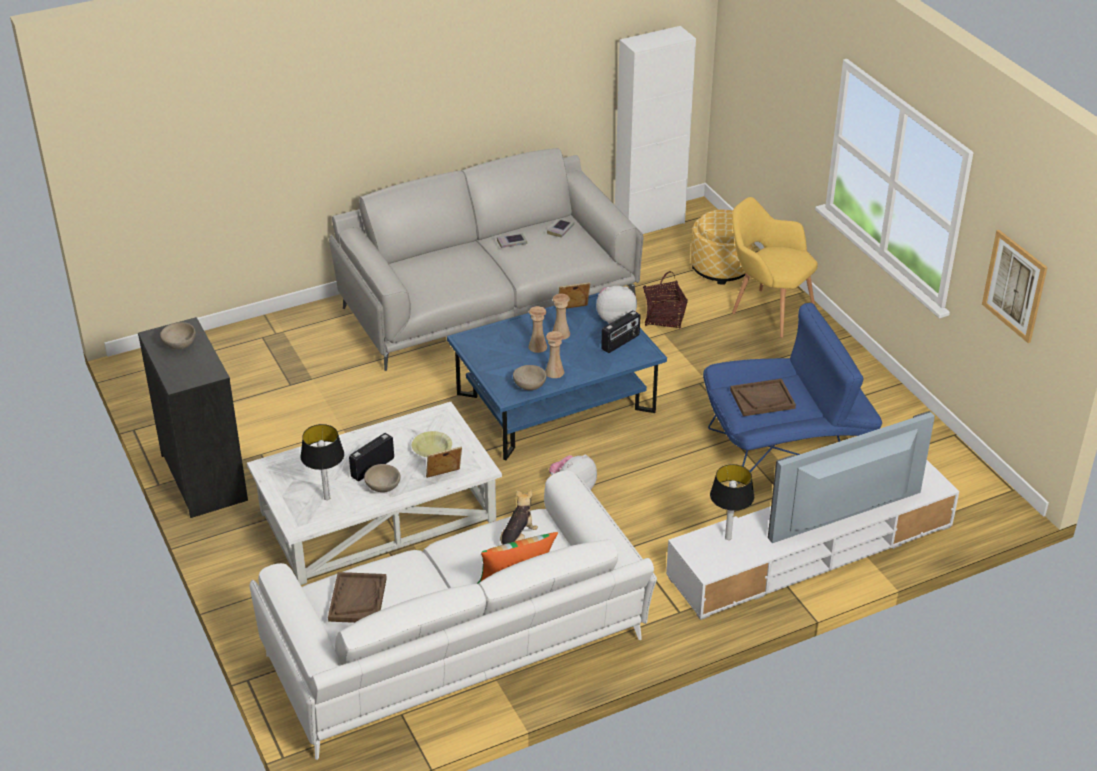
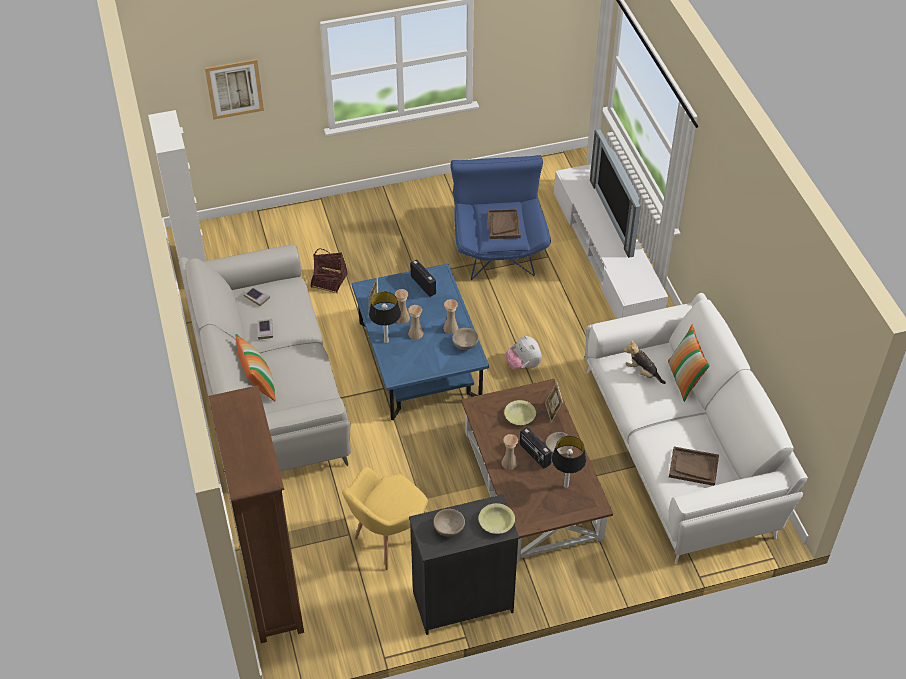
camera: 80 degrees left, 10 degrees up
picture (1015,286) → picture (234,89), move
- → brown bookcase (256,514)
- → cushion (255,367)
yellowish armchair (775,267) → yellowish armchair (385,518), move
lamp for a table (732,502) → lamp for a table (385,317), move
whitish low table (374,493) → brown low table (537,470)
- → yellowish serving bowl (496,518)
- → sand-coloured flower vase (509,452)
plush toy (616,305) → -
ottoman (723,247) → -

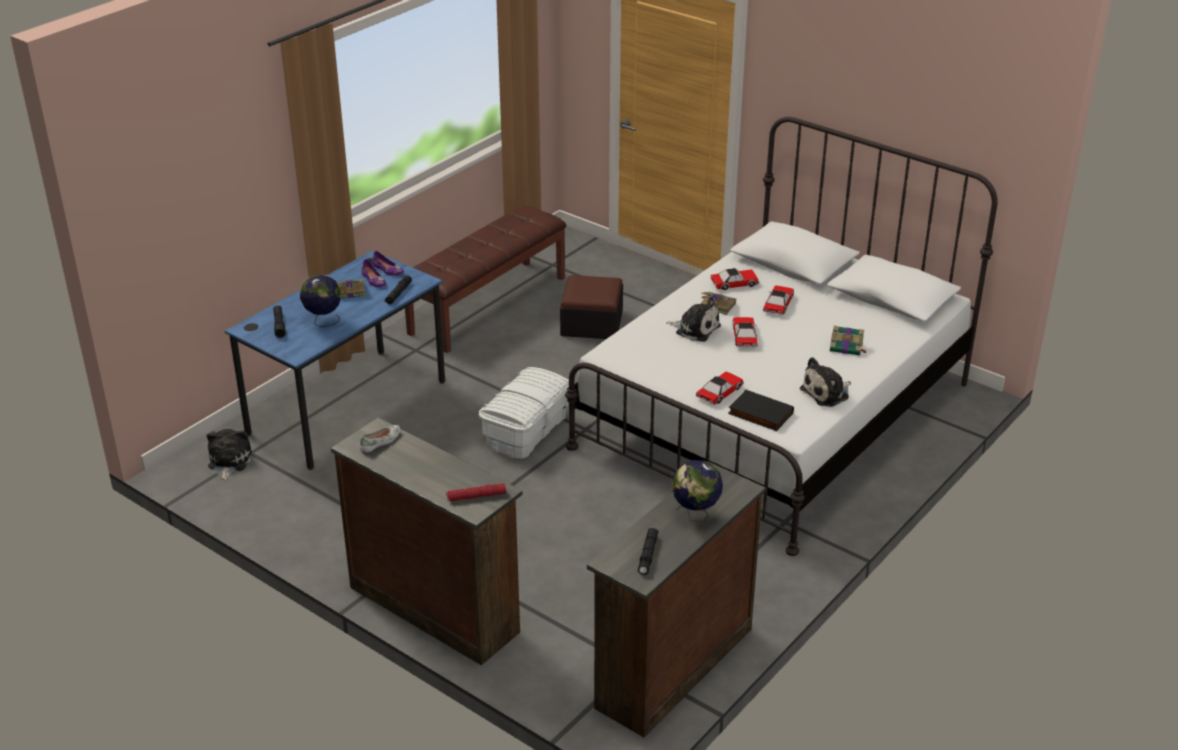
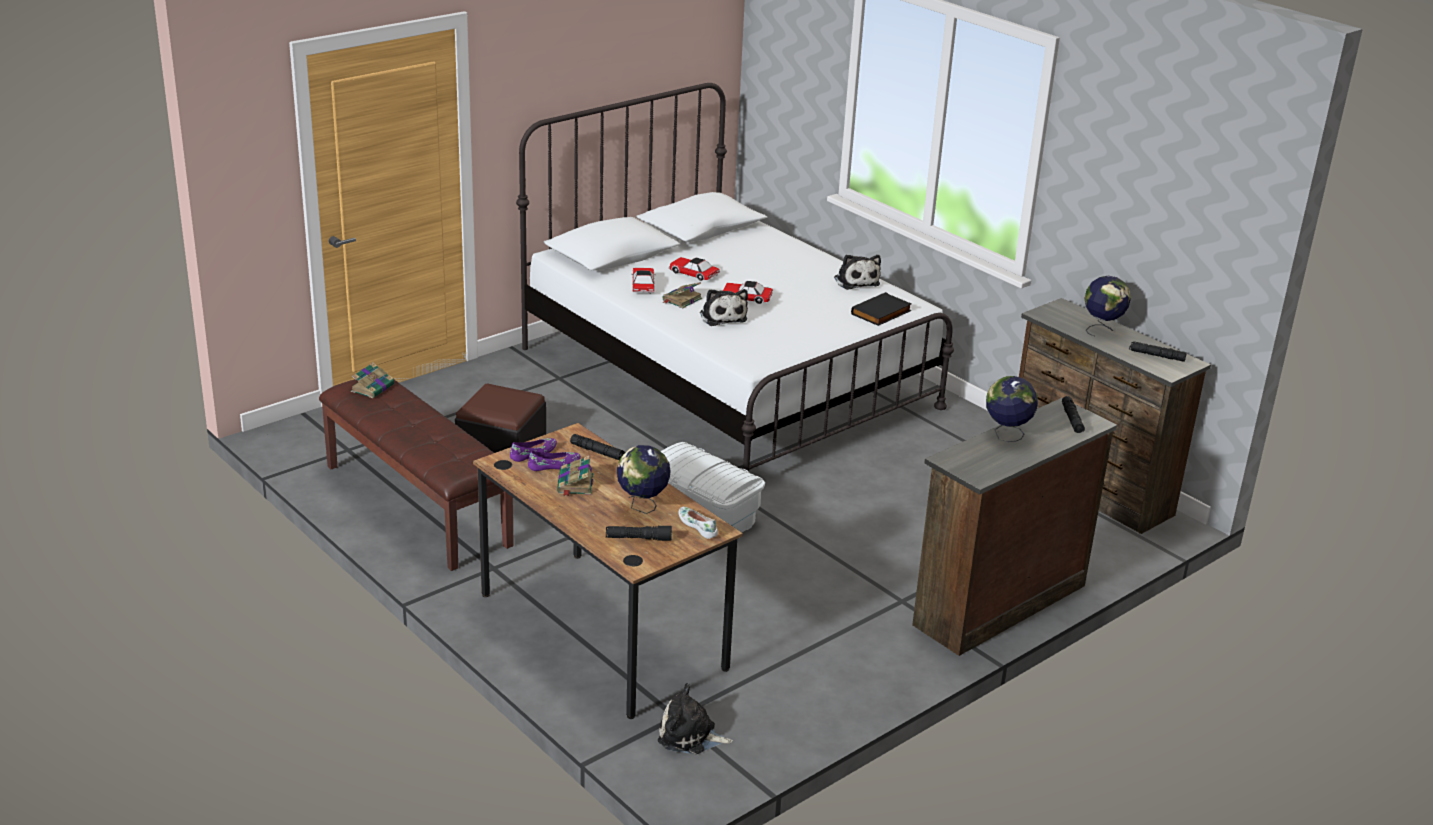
camera: 80 degrees left, 5 degrees down
book (848,341) → book (372,380), move
blue desk (335,360) → brown desk (608,571)
whitish item of footwear (379,438) → whitish item of footwear (698,523), move
plush toy (693,319) → plush toy (724,307), 120 degrees clockwise
- → world globe (1012,409)
red torch (476,492) → blackish torch (1073,414)
miniature car (720,388) → -

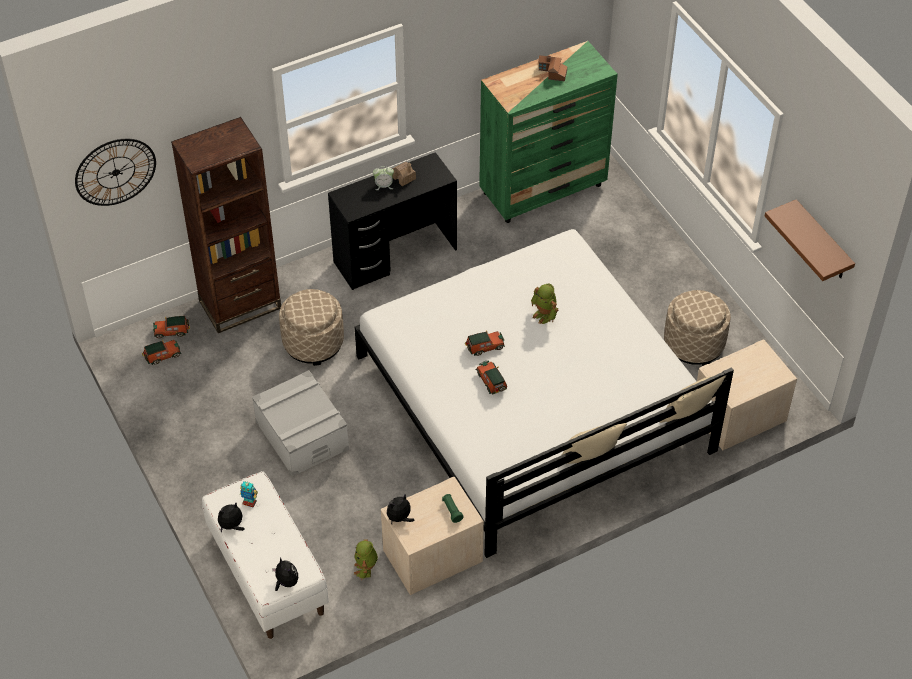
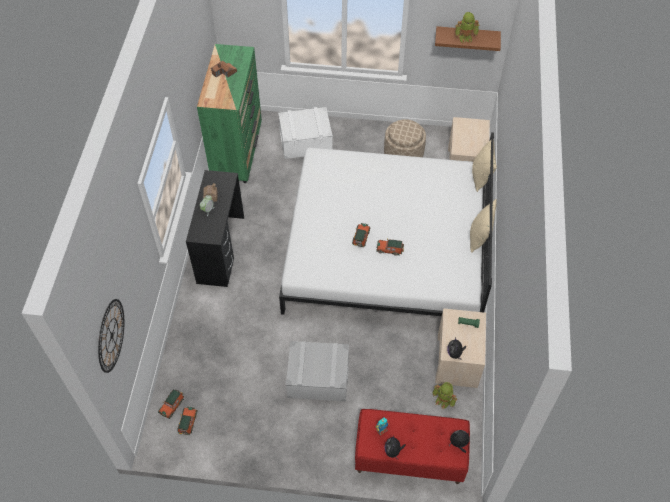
camera: 55 degrees left, 5 degrees up
- → whitish storage box (305,133)
whitish long seat (265,555) → red long seat (412,446)
model robot (544,304) → model robot (467,28), move
brown bookcase (226,225) → -
sand-coloured ottoman (311,327) → -

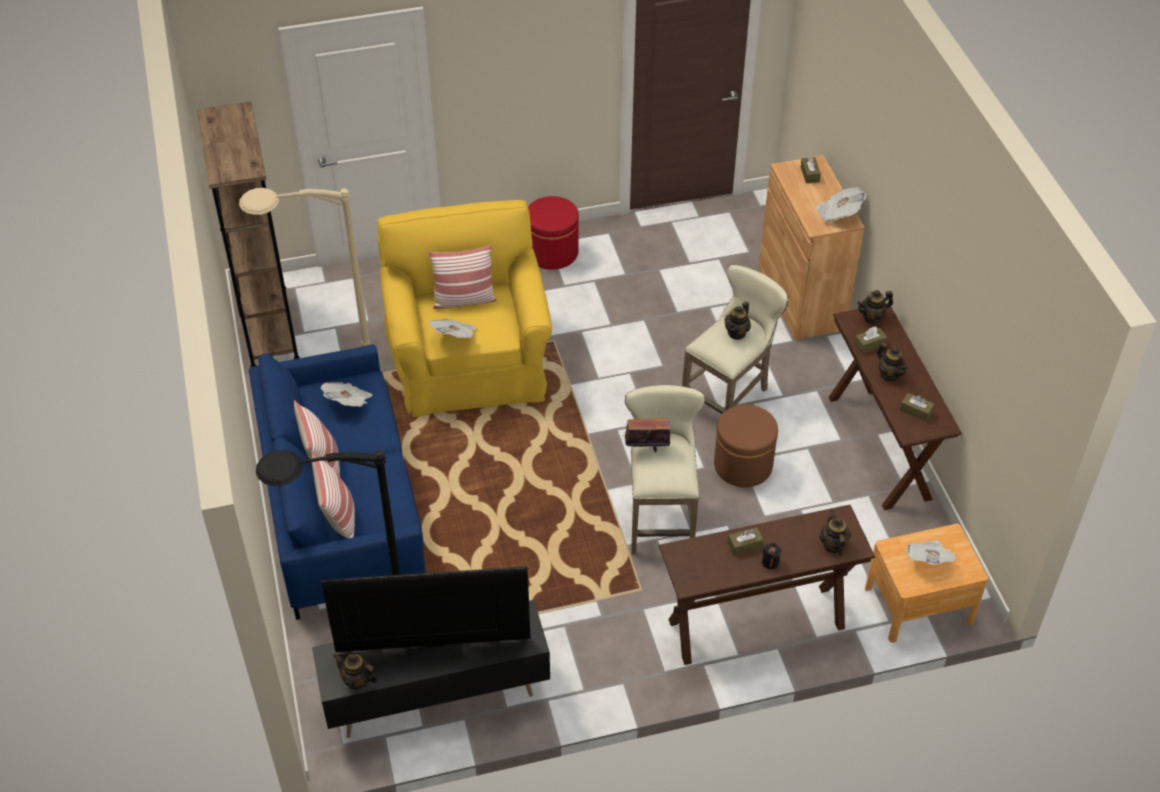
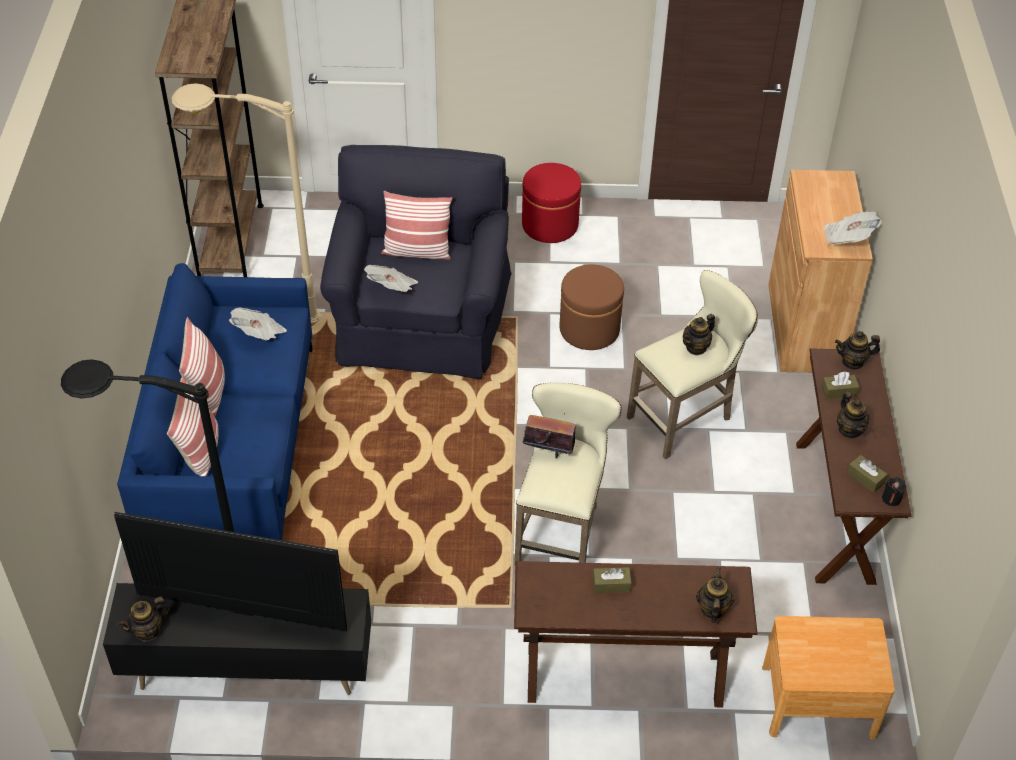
camera: 15 degrees right, 0 degrees up
pot for tea (355,672) → pot for tea (143,619), 75 degrees counterclockwise
yellowish armchair (464,308) → blackish armchair (416,262)
brown ottoman (746,446) → brown ottoman (591,307), move
blackish wax light (772,556) → blackish wax light (894,491), move
brown tissue holder (811,169) → -
newspaper (931,552) → -

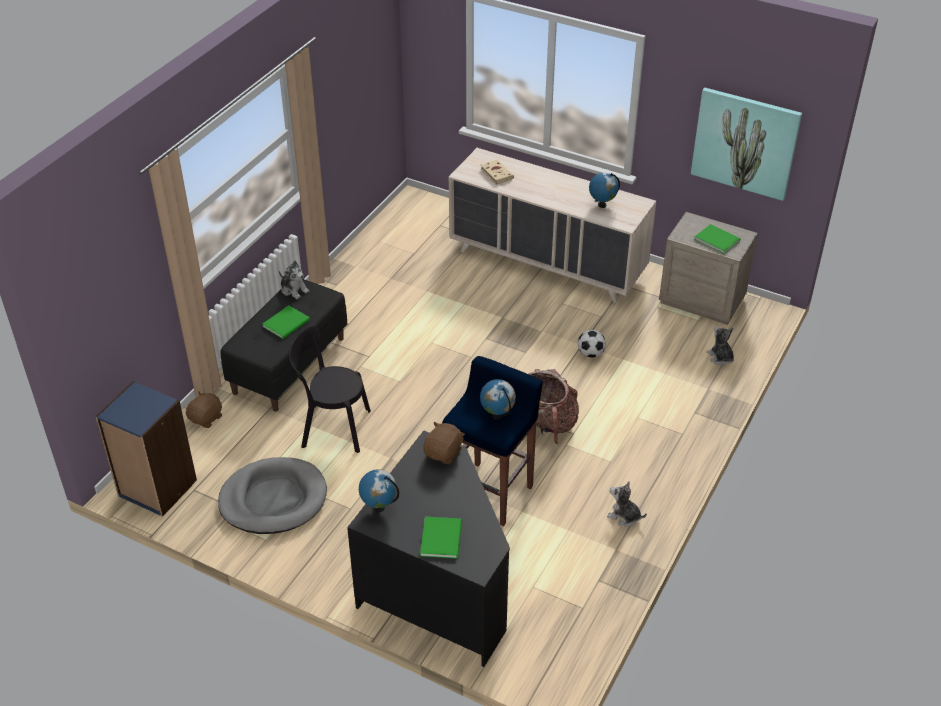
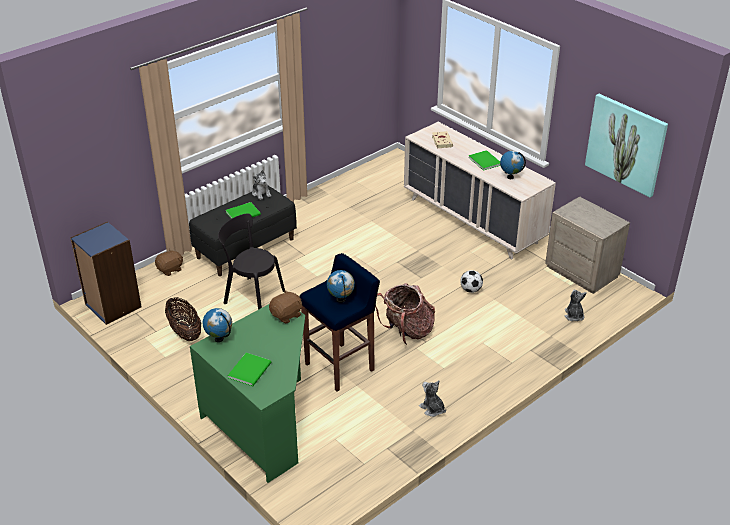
camera: 20 degrees right, 5 degrees down
grey dog bed (272,495) → household basket (183,319)
blackish desk (428,548) → green-coloured desk (247,393)
green-coloured book (717,239) → green-coloured book (485,160), move

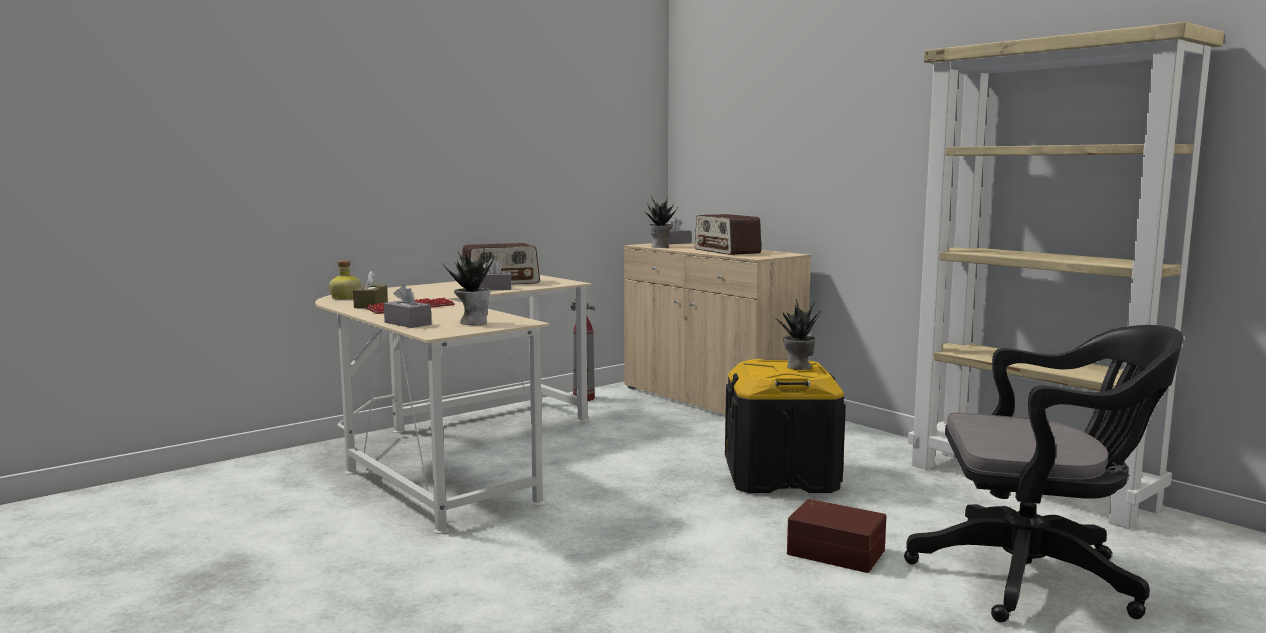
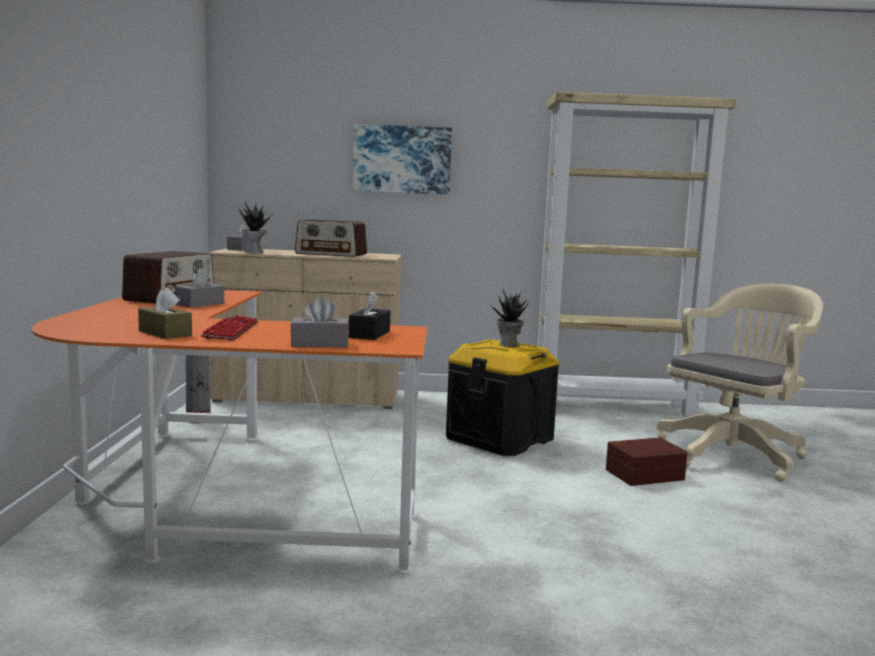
camera: 50 degrees left, 0 degrees up
sand-coloured desk (453,404) → orange-coloured desk (229,432)
houseplant (468,286) → blackish tissue holder (369,315)
- → picture (402,159)
blackish desk chair (1044,473) → sand-coloured desk chair (740,383)
beverage bottle (345,279) → -

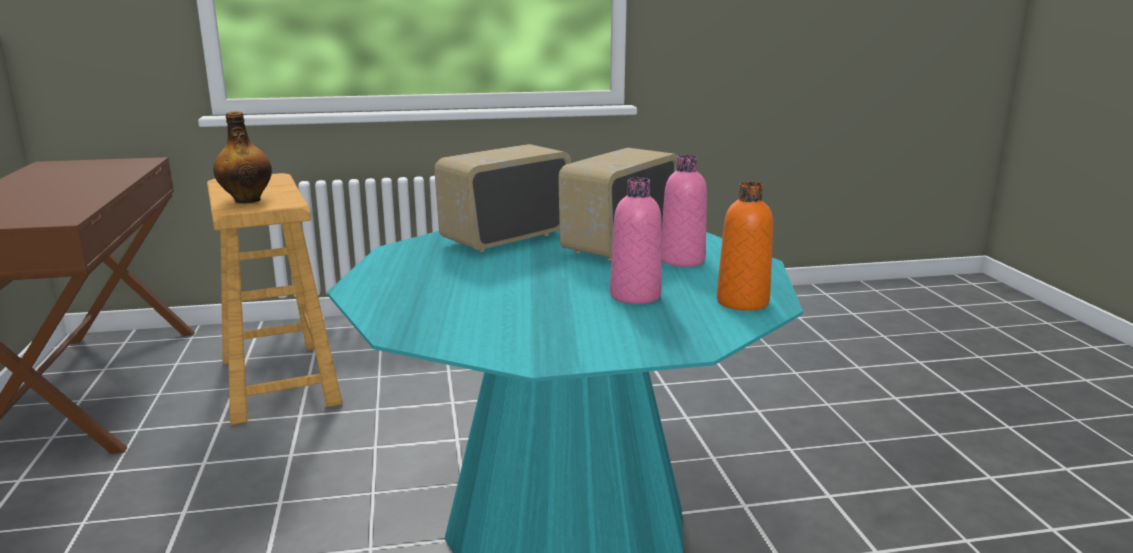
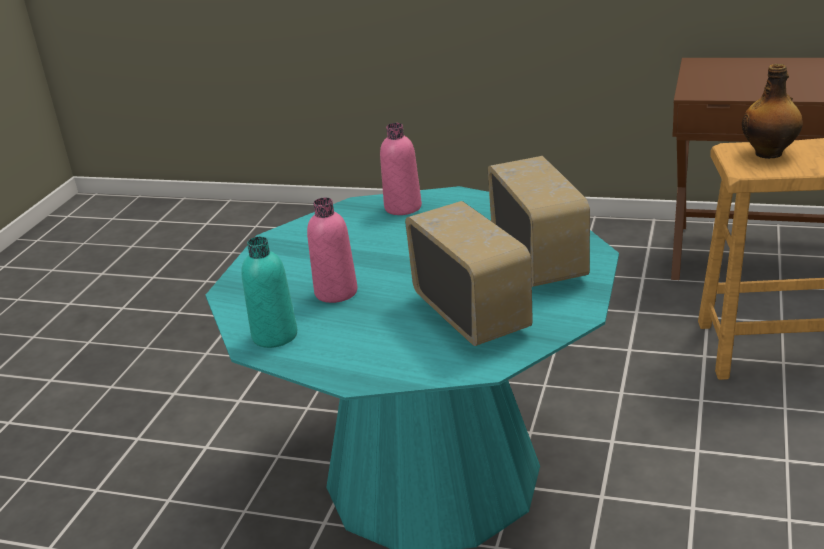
camera: 120 degrees right, 10 degrees up
orange-coloured beverage bottle (745,246) → blue-green beverage bottle (269,292)
pinkish beverage bottle (684,211) → pinkish beverage bottle (401,169), move

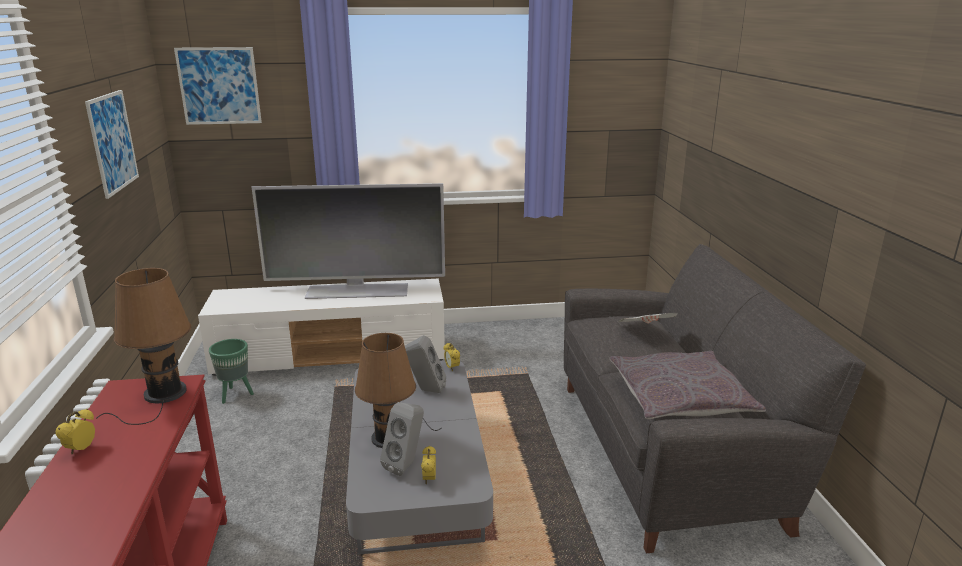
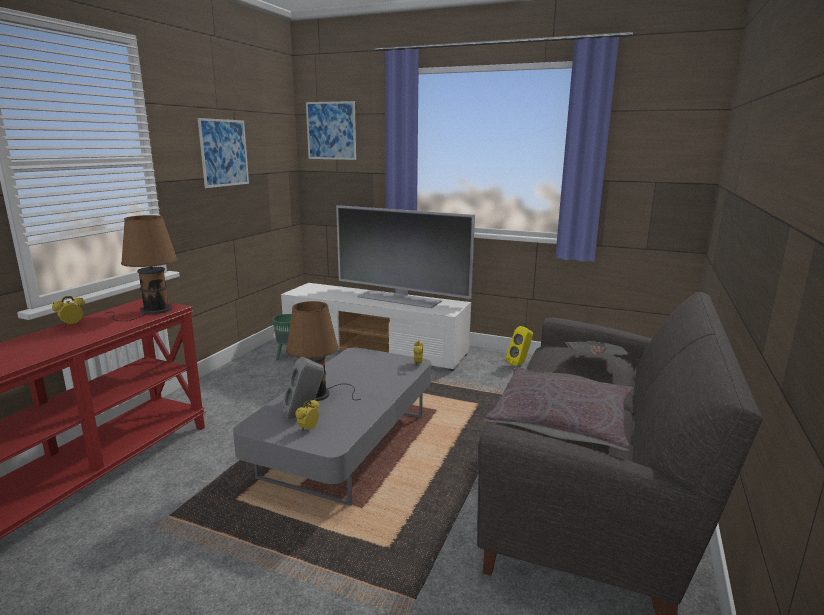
camera: 30 degrees right, 5 degrees down
- → yellowish speaker (519,346)
grey speaker (425,364) → -

